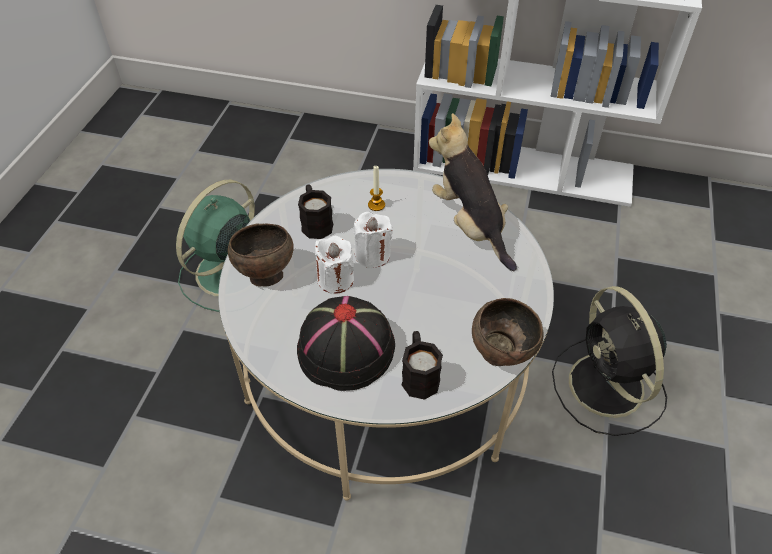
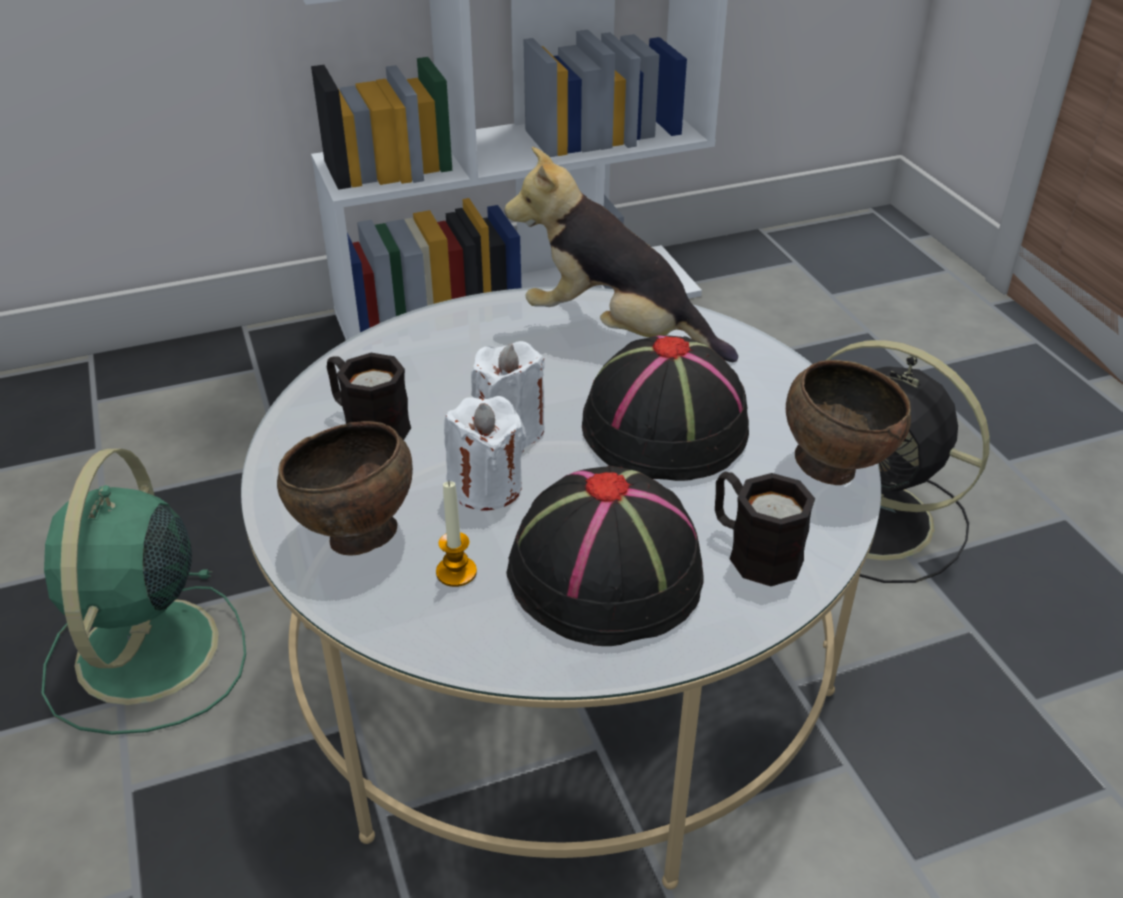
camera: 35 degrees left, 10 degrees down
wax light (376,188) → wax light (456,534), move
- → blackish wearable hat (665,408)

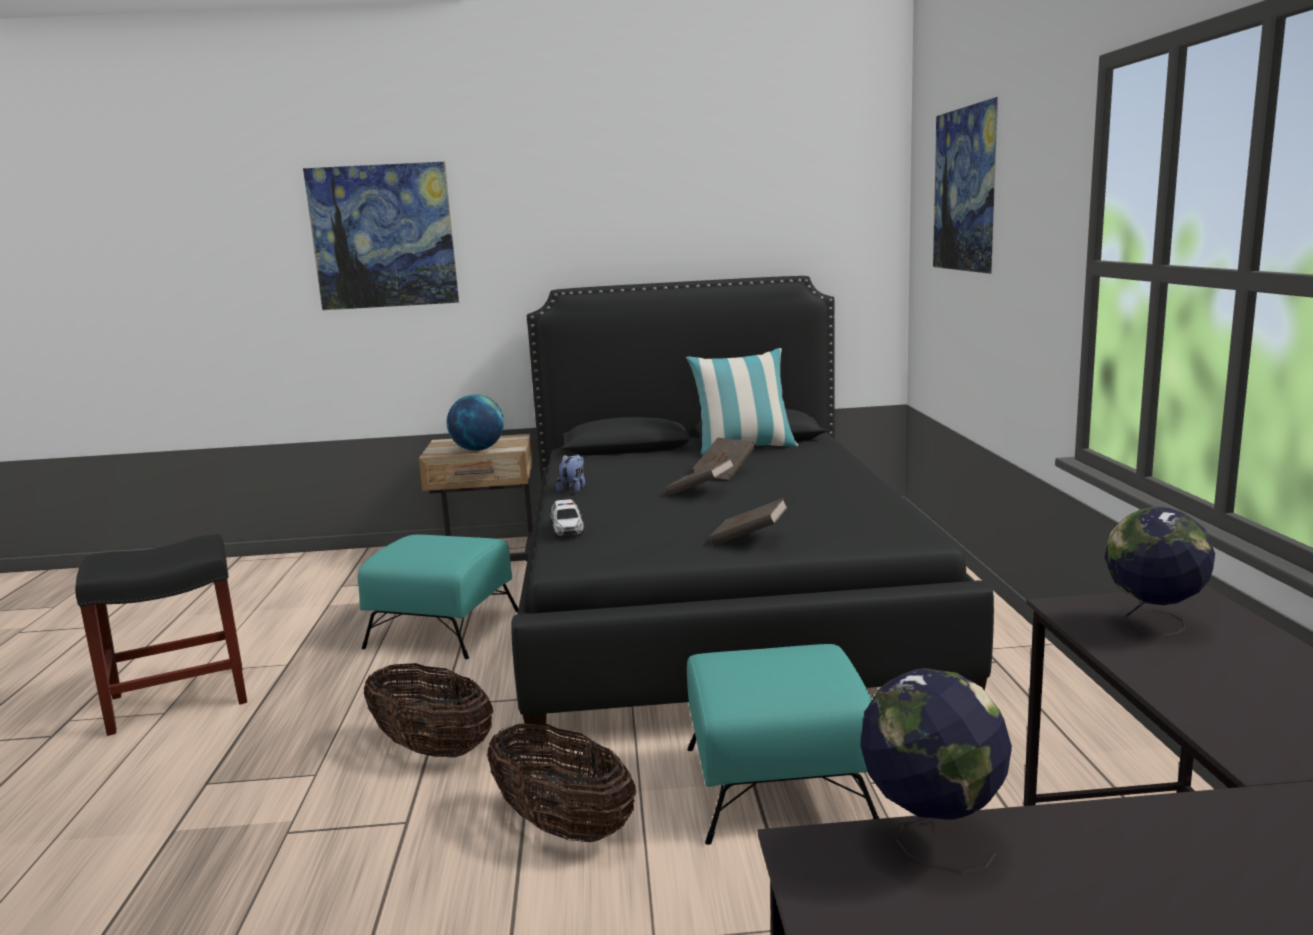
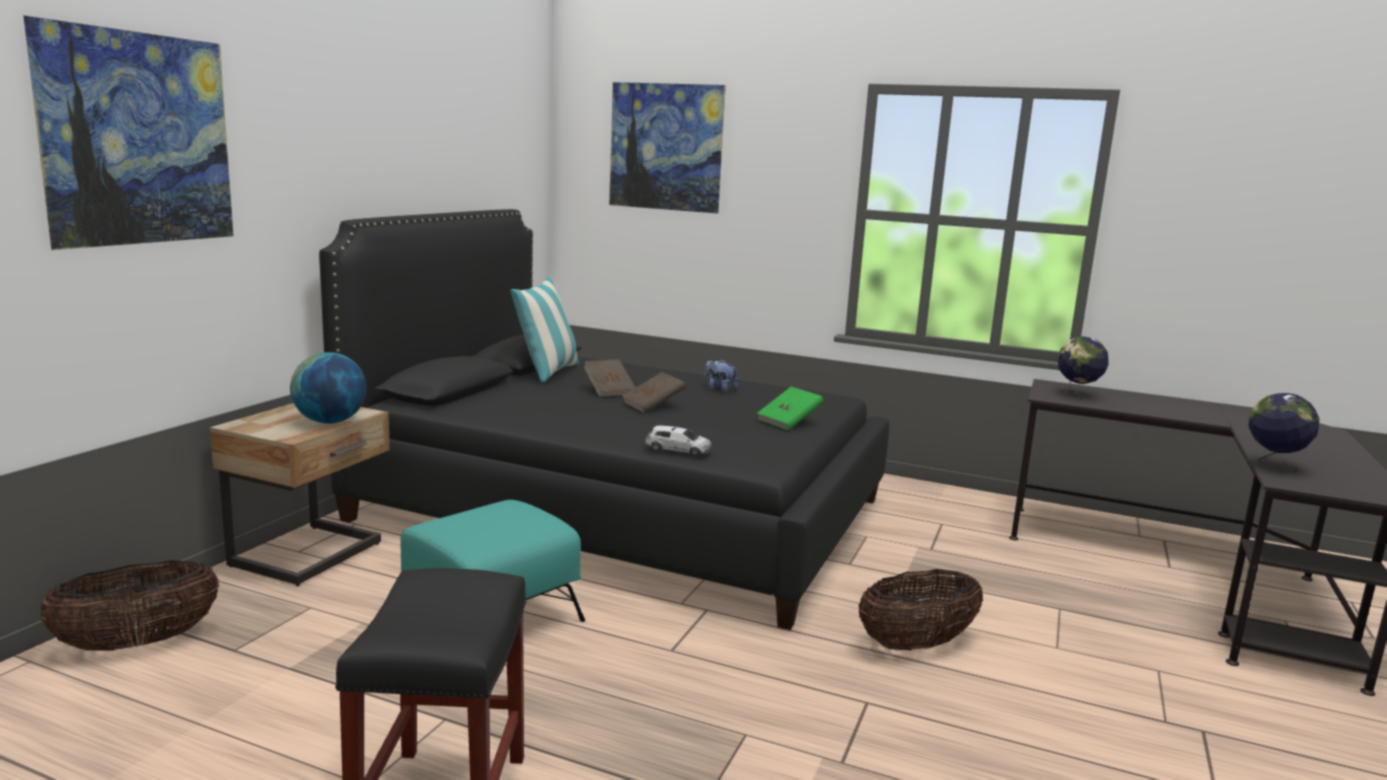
camera: 65 degrees left, 0 degrees up
household basket (428,710) → household basket (129,605), move
plush toy (570,473) → plush toy (721,376), move
brown book (749,521) → green-coloured book (790,409)
blue-green ottoman (783,744) → -

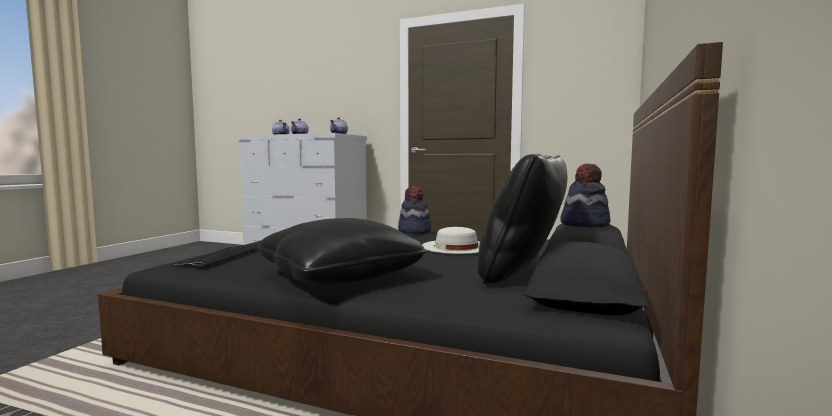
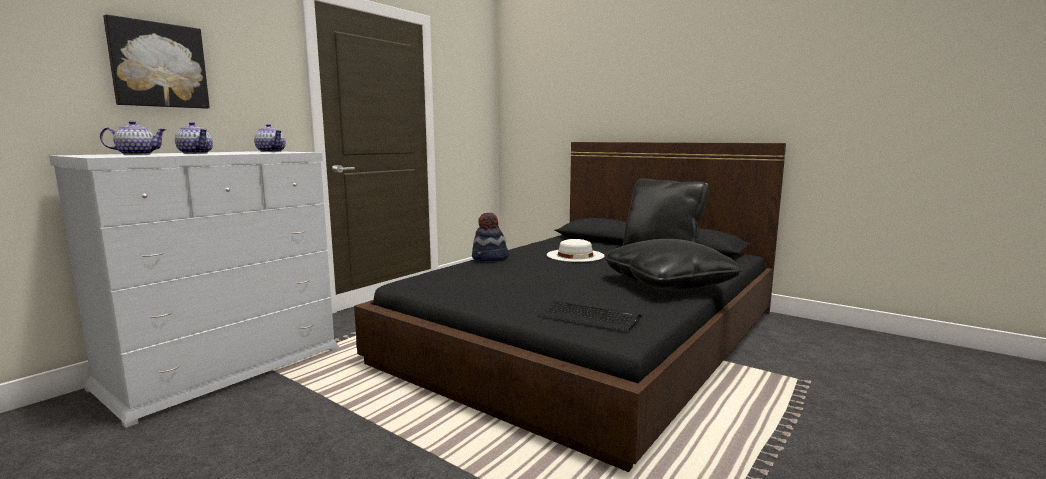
camera: 75 degrees left, 5 degrees up
- → picture (156,61)
wearable hat (585,195) → -

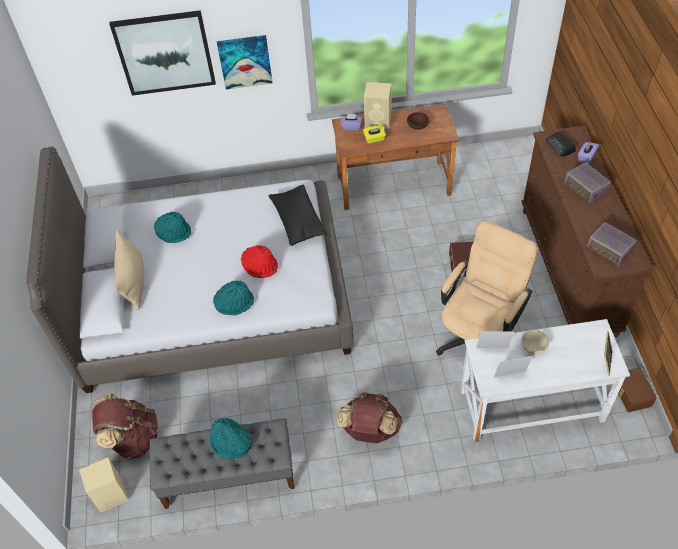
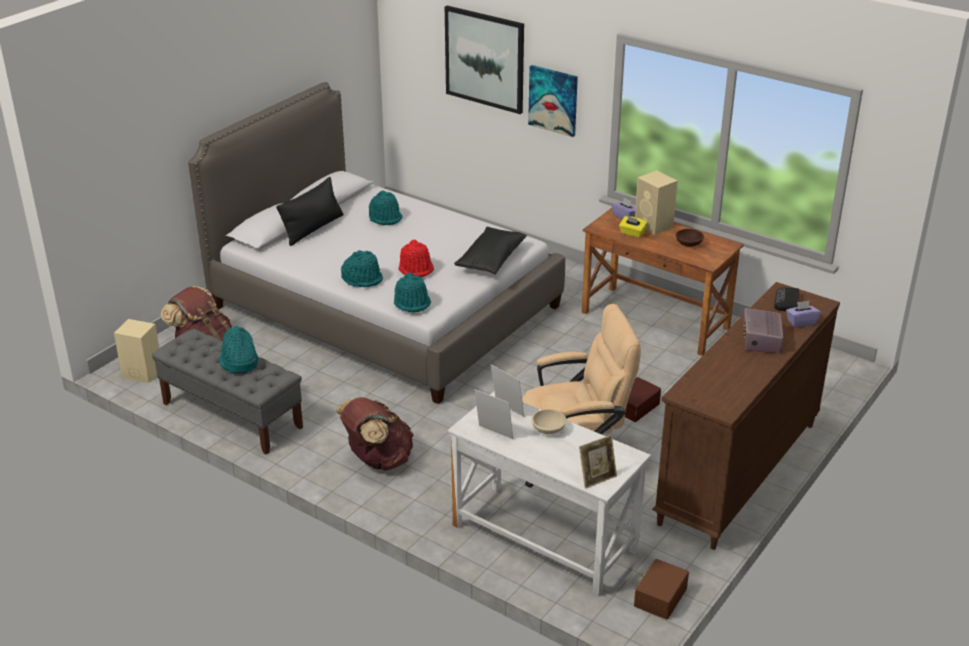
camera: 40 degrees right, 20 degrees down
sand-coloured cushion (129,270) → blackish cushion (310,211)
- → blue-green wearable hat (412,292)
radio (612,244) → -

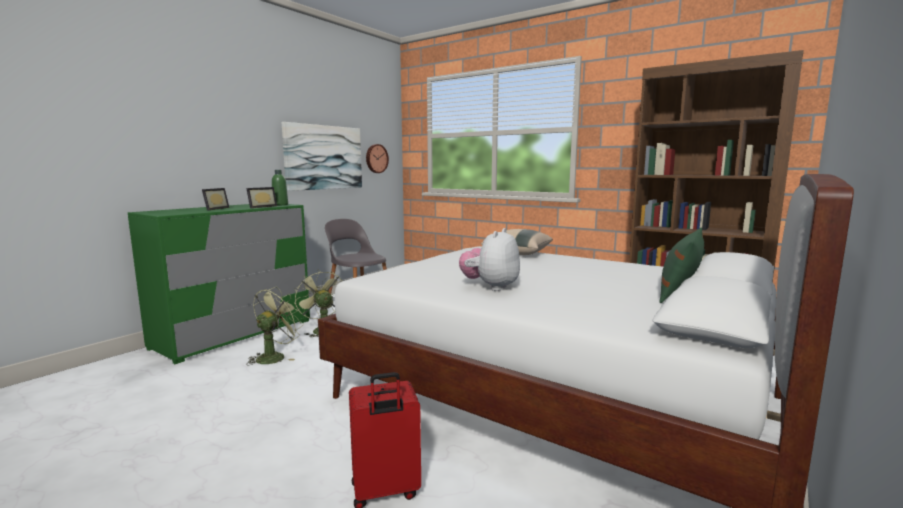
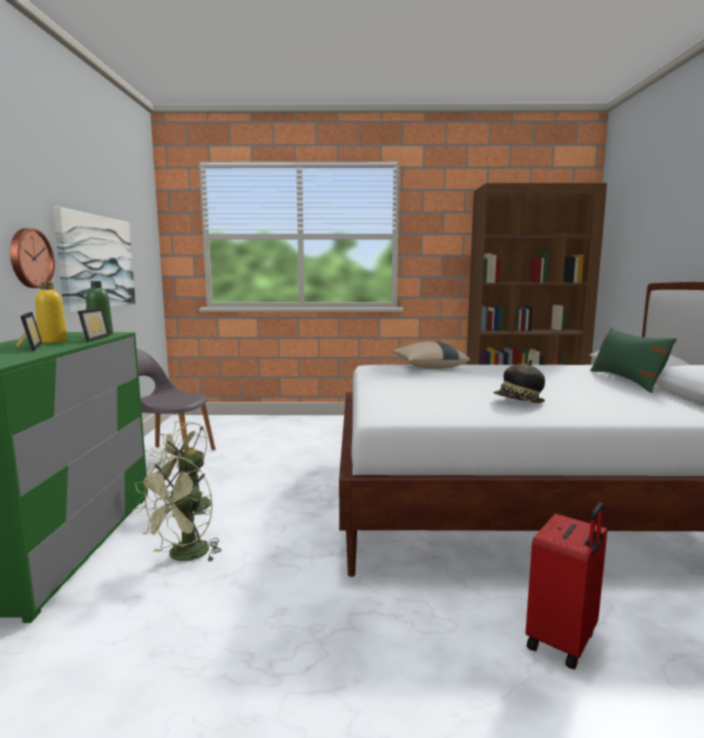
camera: 35 degrees left, 0 degrees up
clock on the wall (377,158) → clock on the wall (32,258), move
- → yellowish beverage bottle (51,312)
green-coloured electric fan (275,326) → green-coloured electric fan (177,508), 150 degrees counterclockwise
plush toy (489,259) → wearable hat (519,381)

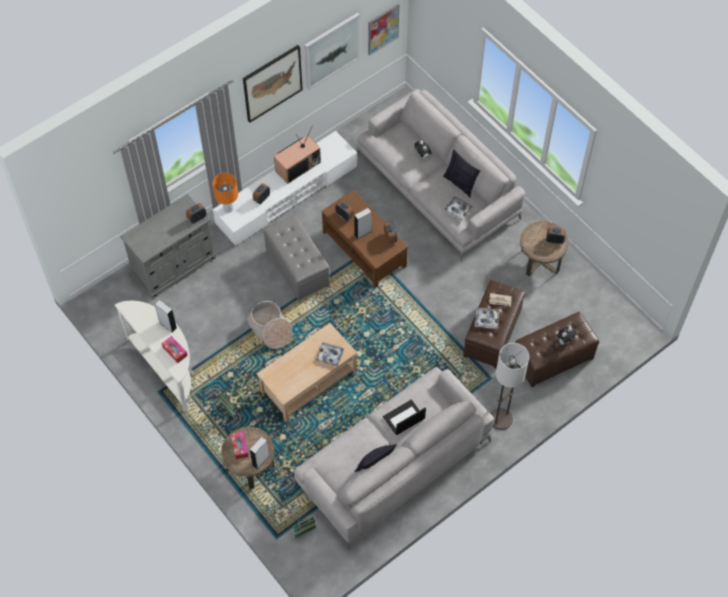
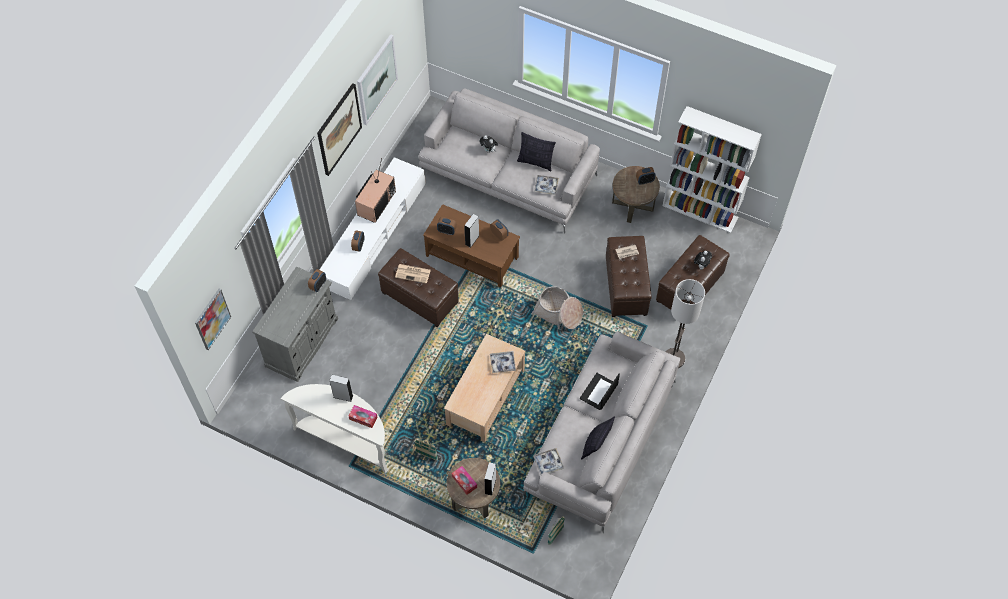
camera: 25 degrees left, 0 degrees up
picture (383,29) → picture (213,319), move
grey ottoman (296,258) → brown ottoman (418,287)
- → newspaper (413,274)
household basket (268,325) → household basket (557,307), move
serving tray (487,318) → serving tray (548,461), move
- → whitish bookcase (712,169)
orange-coloured lamp for a table (225,193) → -

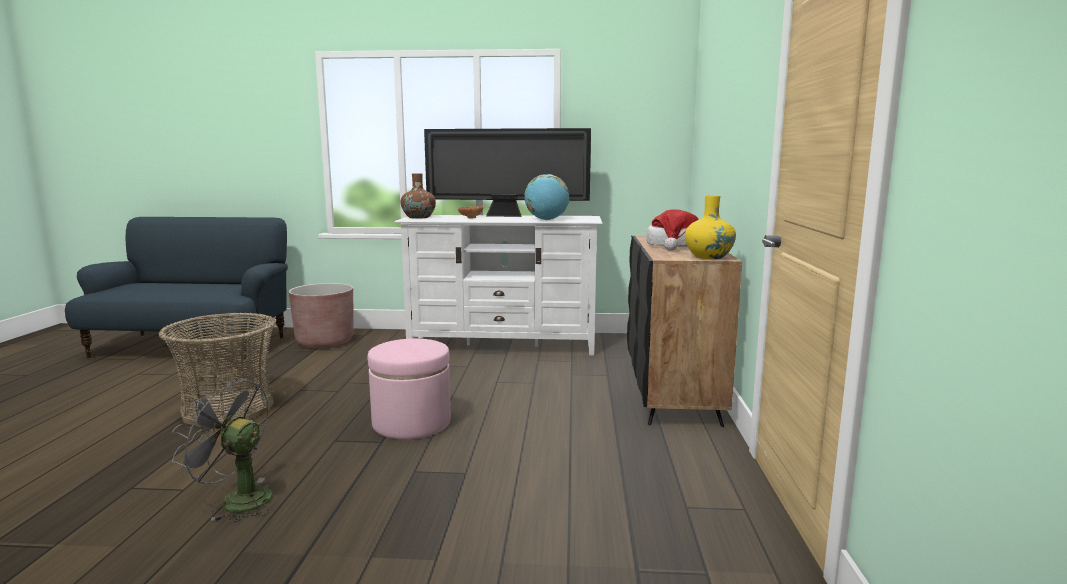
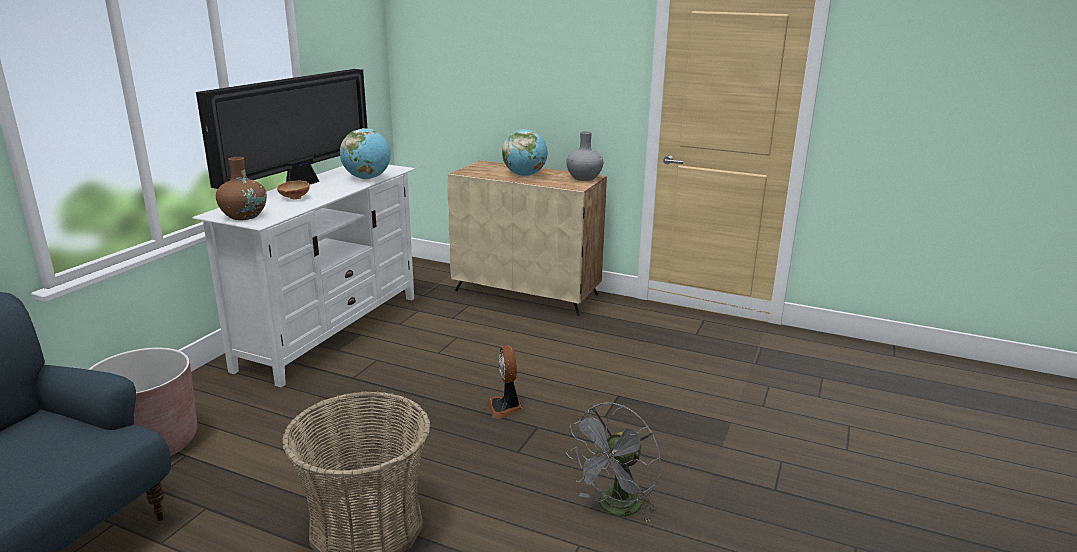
camera: 70 degrees left, 10 degrees up
blackish storage cabinet (684,331) → sand-coloured storage cabinet (527,238)
pinkish ottoman (409,389) → electric fan (505,382)
wearable hat (672,230) → world globe (525,152)
yellowish flower vase (710,227) → grey flower vase (584,156)

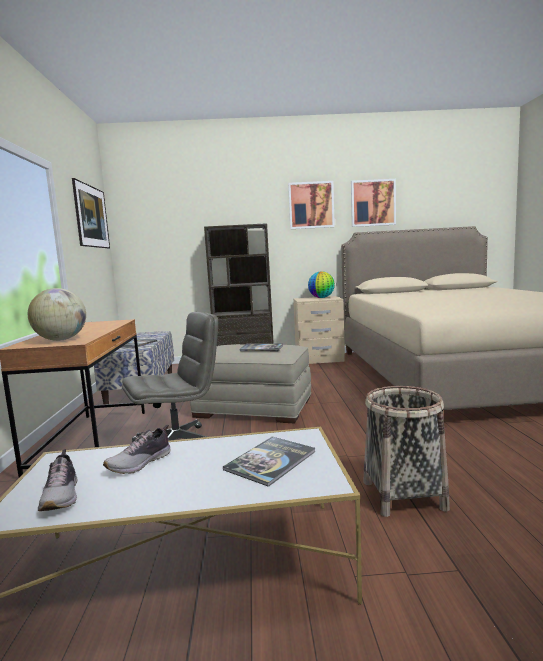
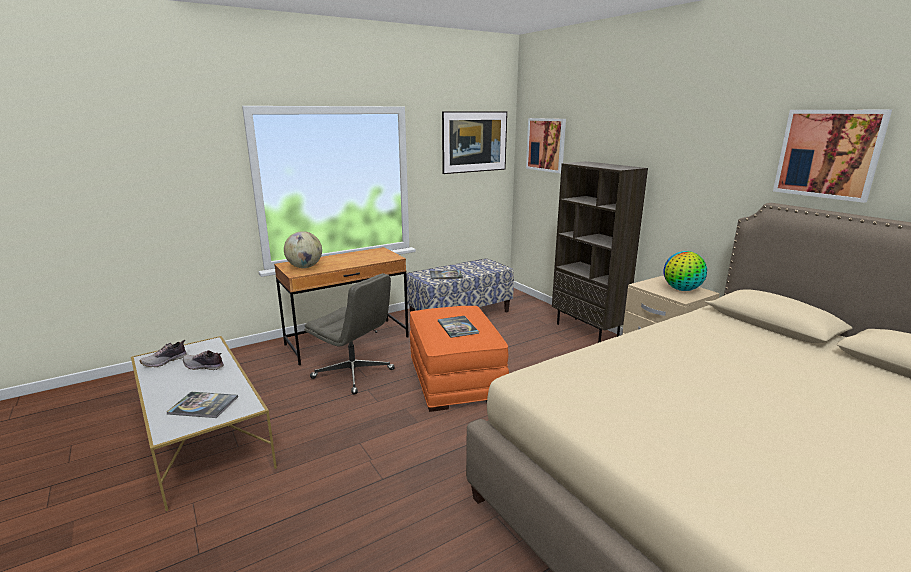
camera: 60 degrees right, 10 degrees up
sand-coloured ottoman (250,383) → orange-coloured ottoman (459,359)
picture (311,205) → picture (546,145), move
household basket (407,451) → -

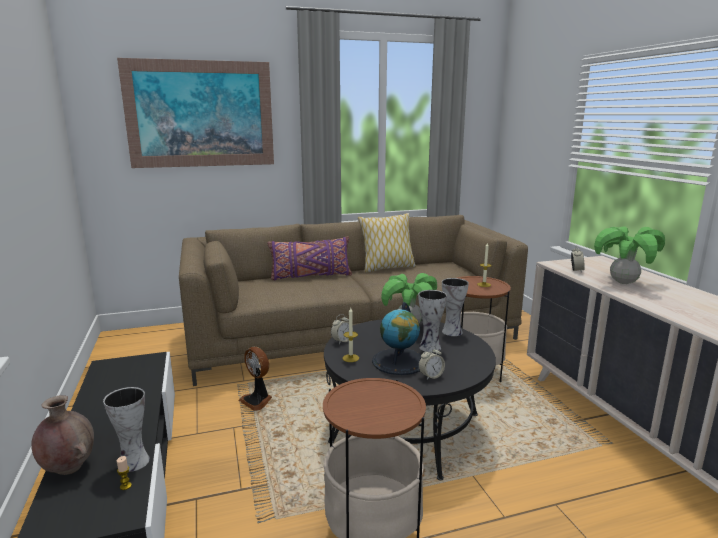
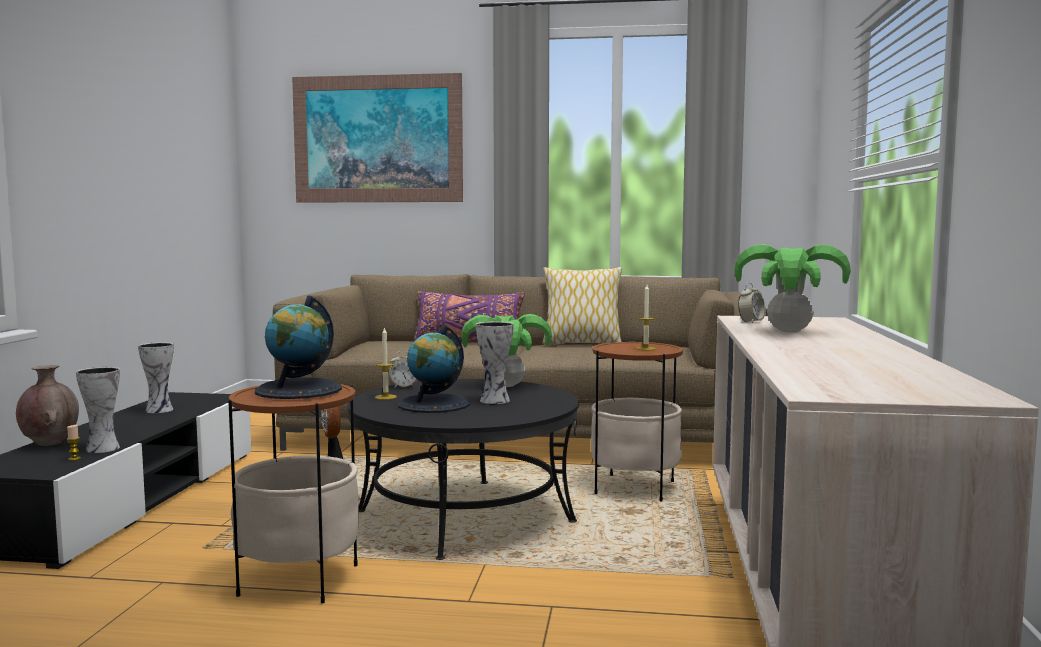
camera: 25 degrees right, 10 degrees down
flower vase (455,307) → flower vase (156,377), move
- → world globe (298,347)
table clock (432,363) → -

